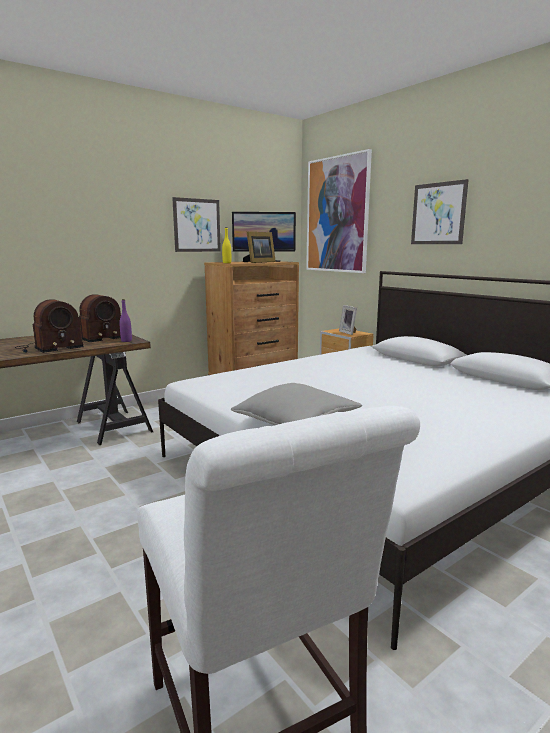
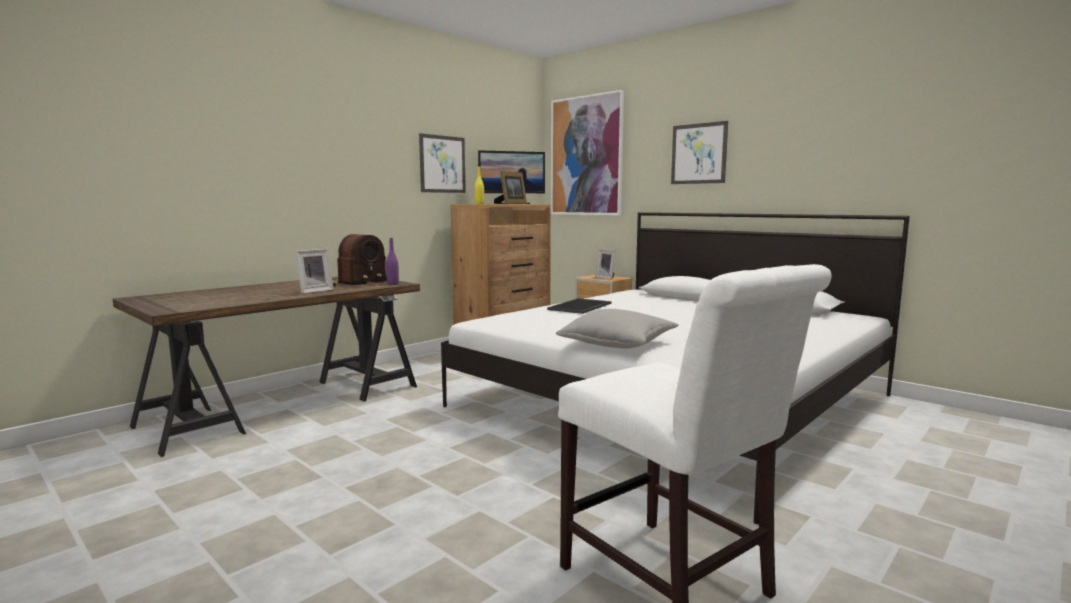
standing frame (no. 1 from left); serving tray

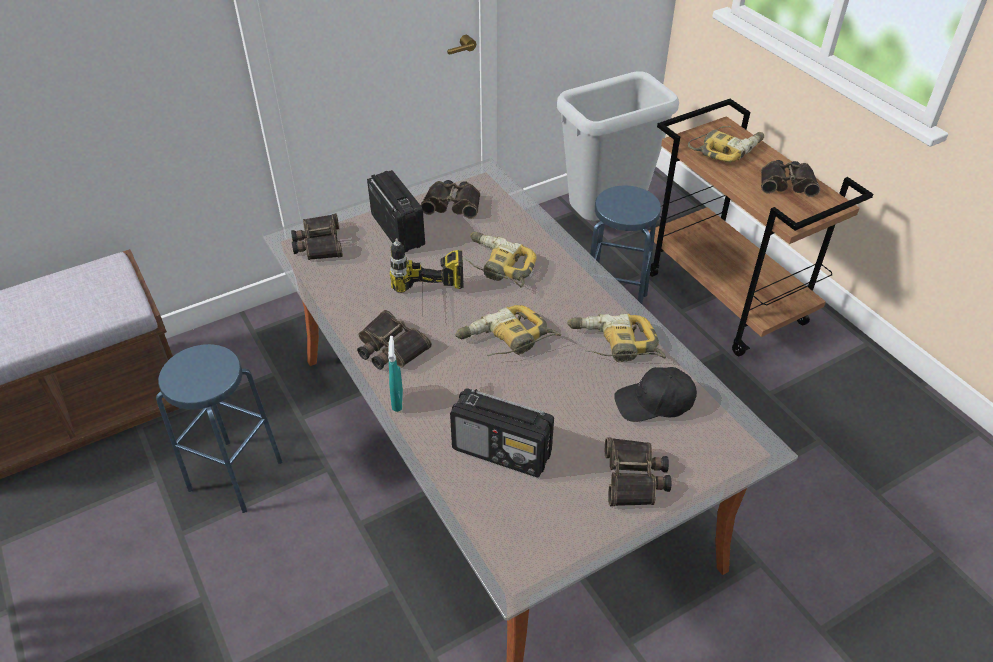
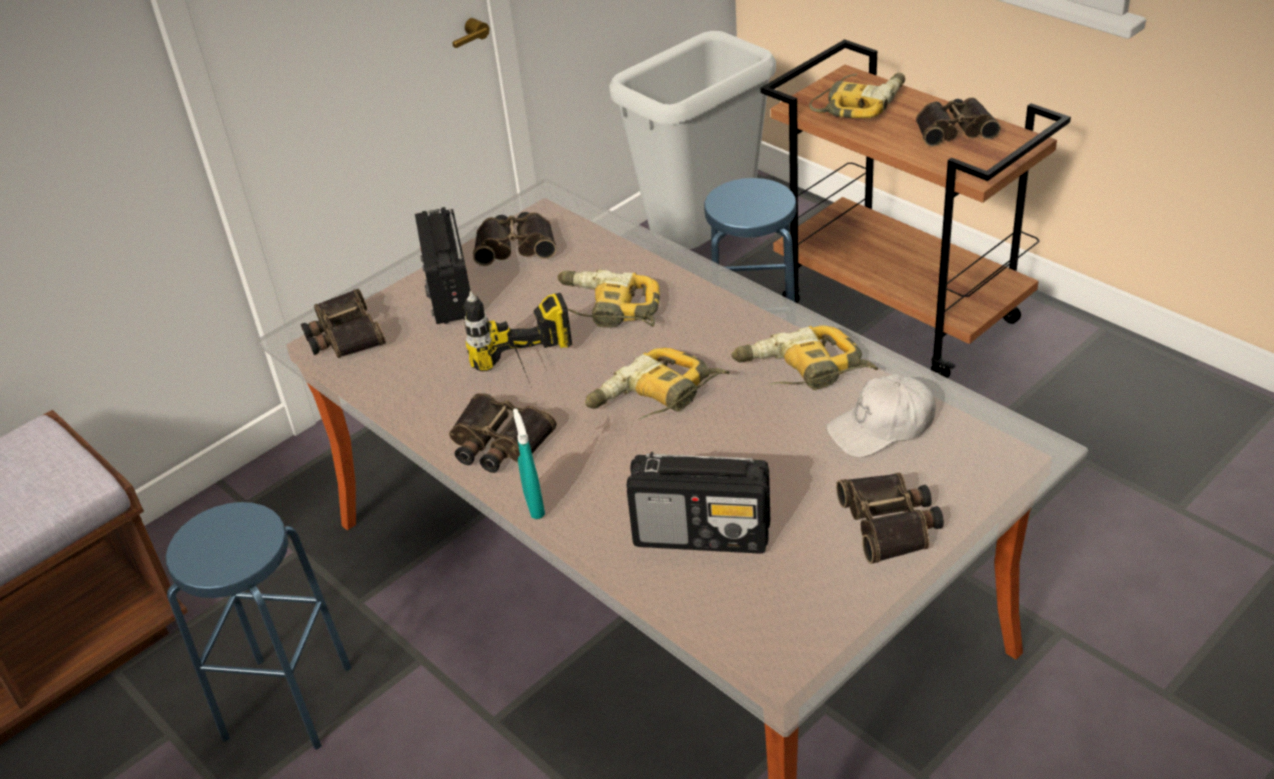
radio (no. 1 from left); cap (whitish)

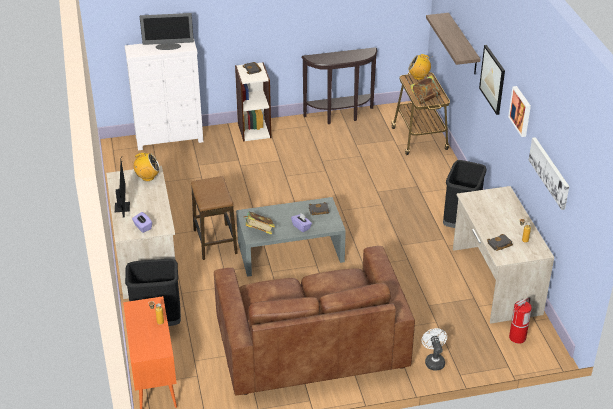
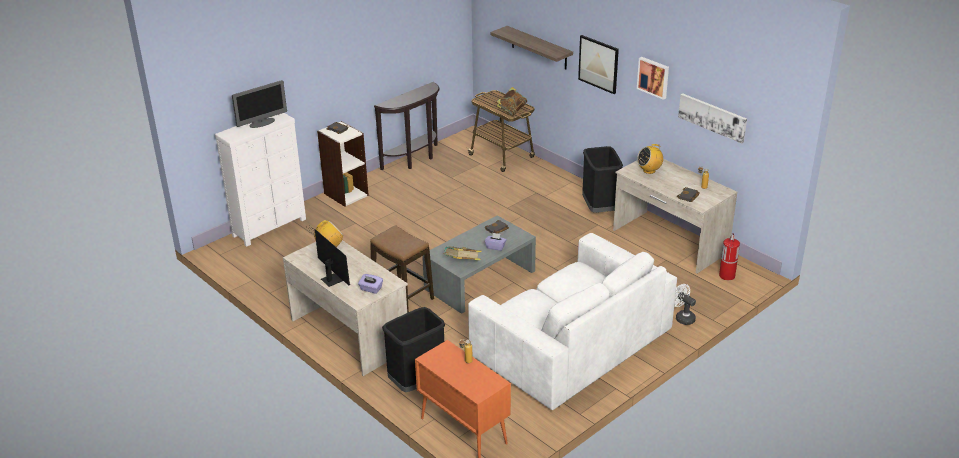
settee (whitish); radio (no. 2 from left)

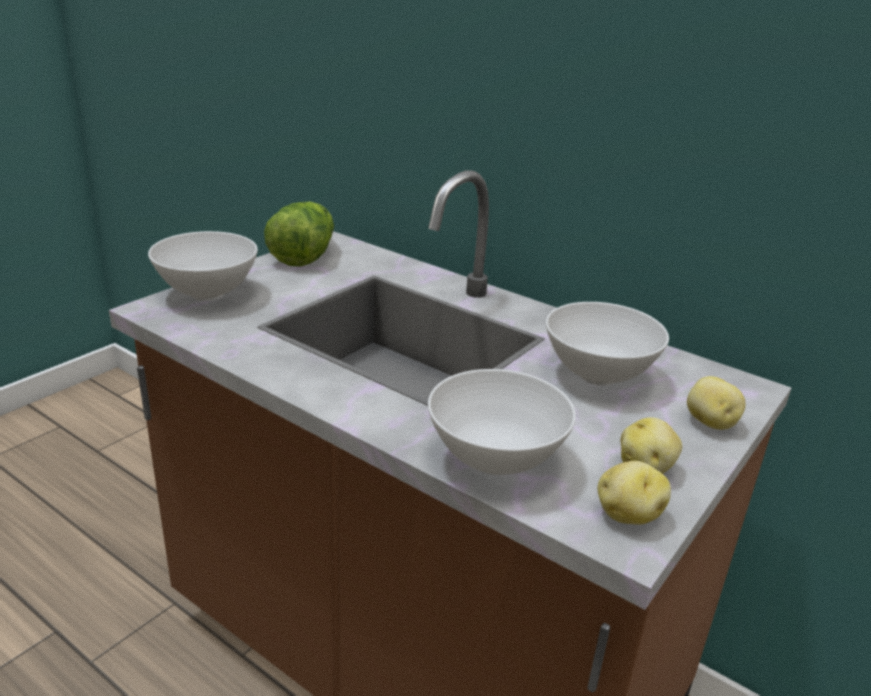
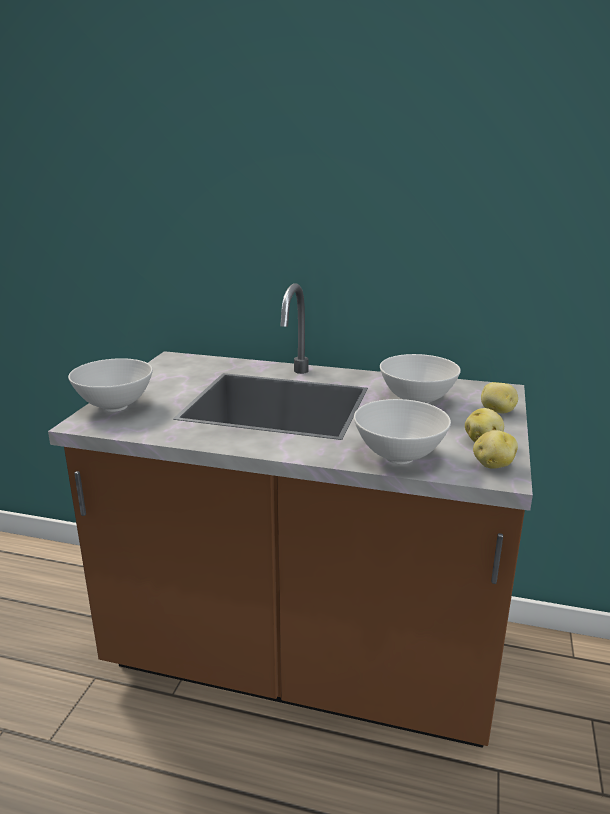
head of lettuce

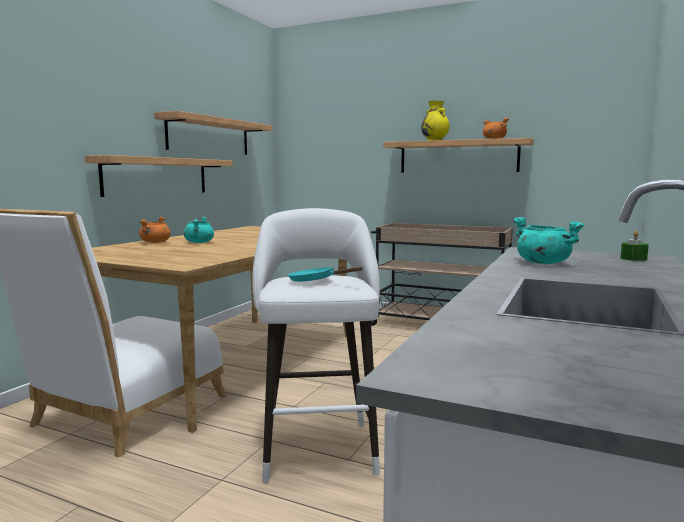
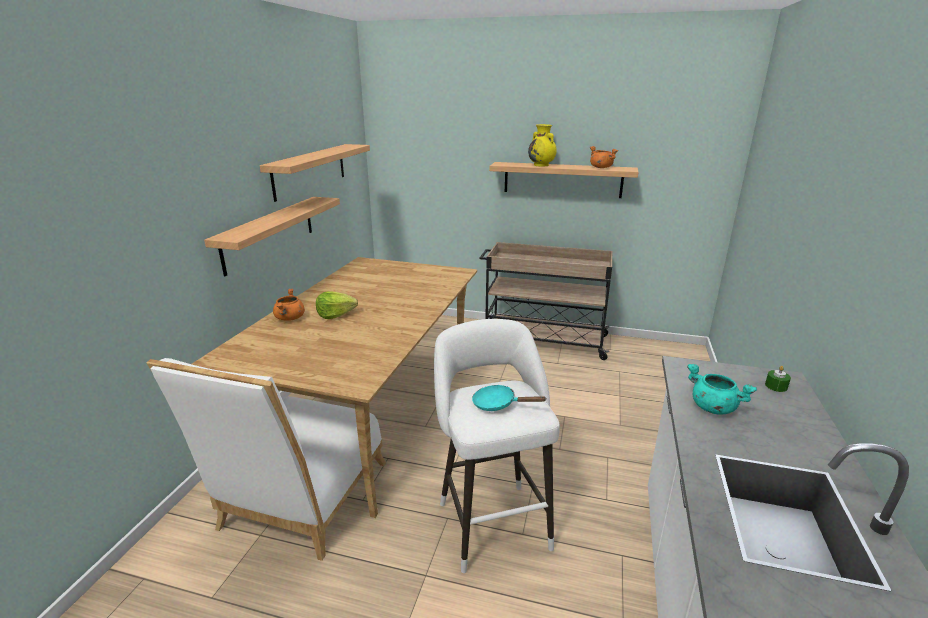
head of lettuce

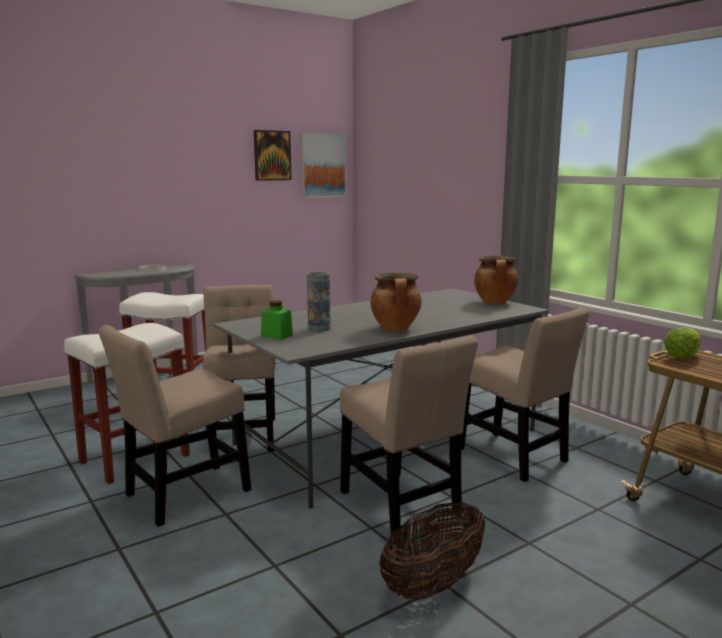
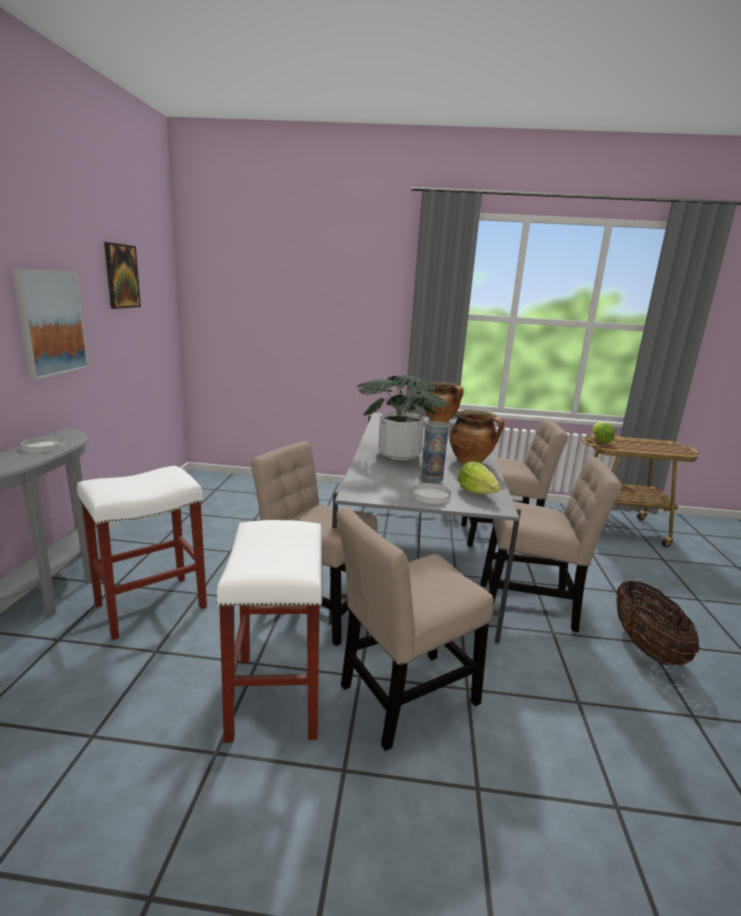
wall picture (no. 1 from left); plain chair (beige) (no. 2 from left); potted plant; flat dish (whitish) (no. 2 from left); head of lettuce (no. 1 from left)

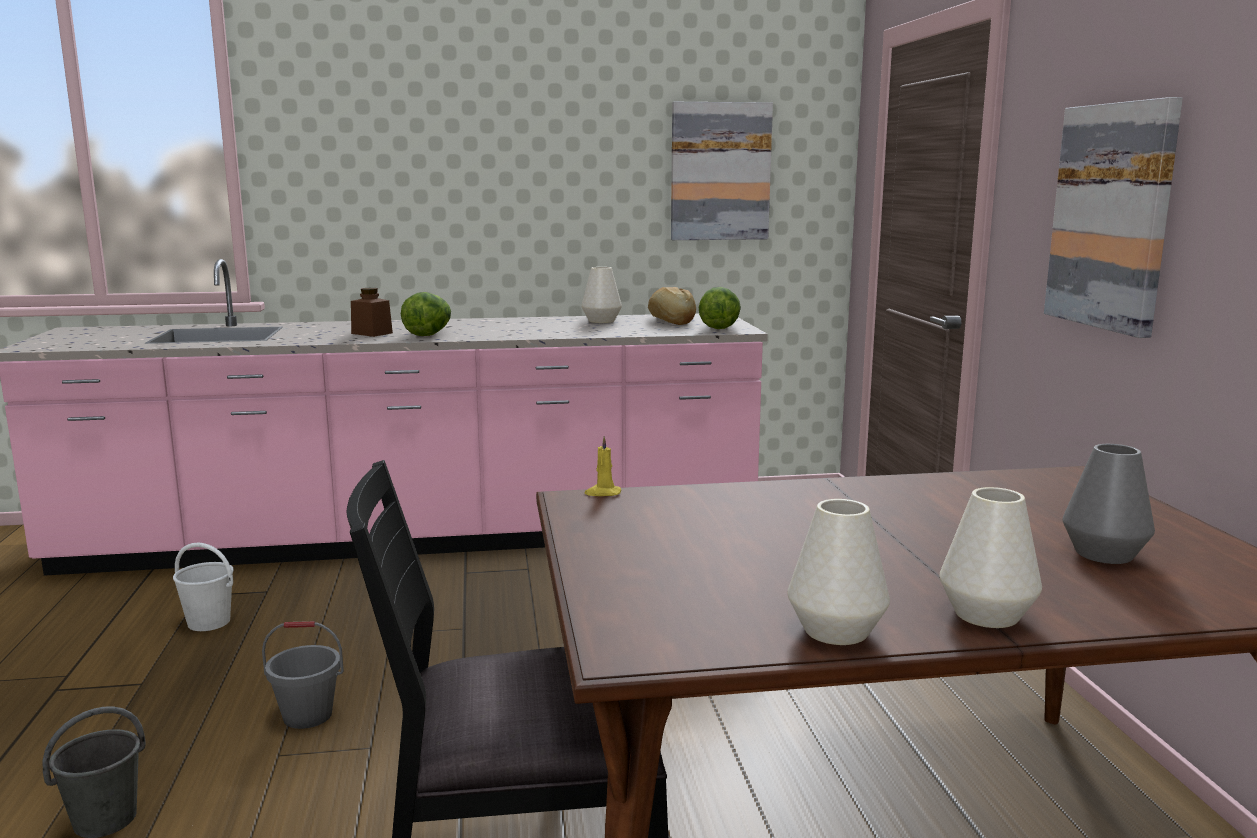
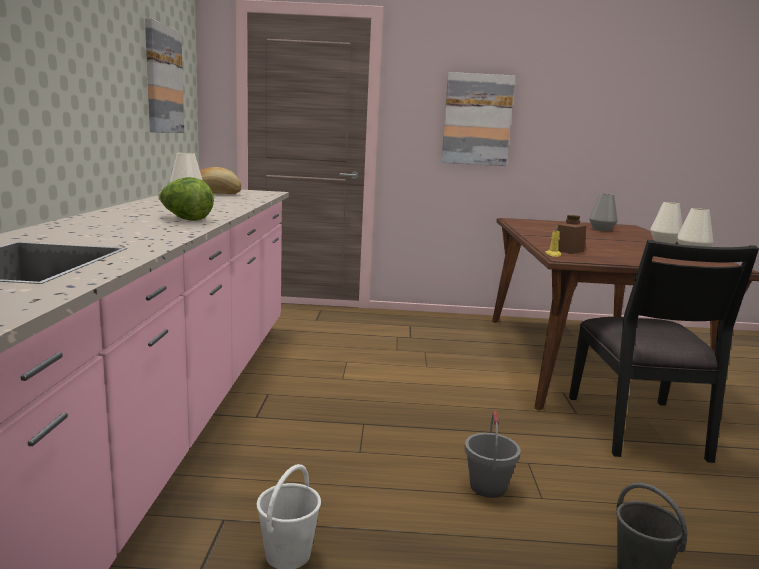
preserve jar (brown); head of lettuce (no. 2 from left in the first image)

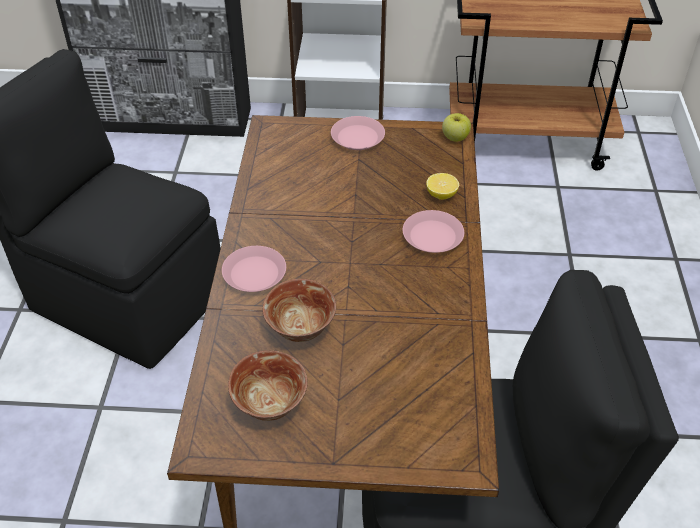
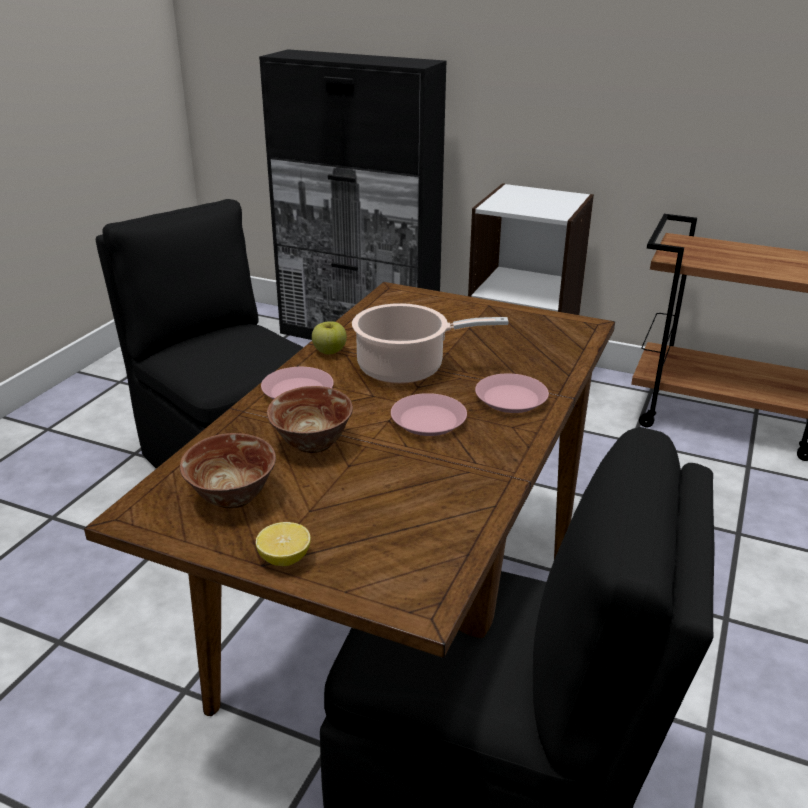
whole lemon; apple; stockpot; flat dish (pinkish) (no. 2 from left)

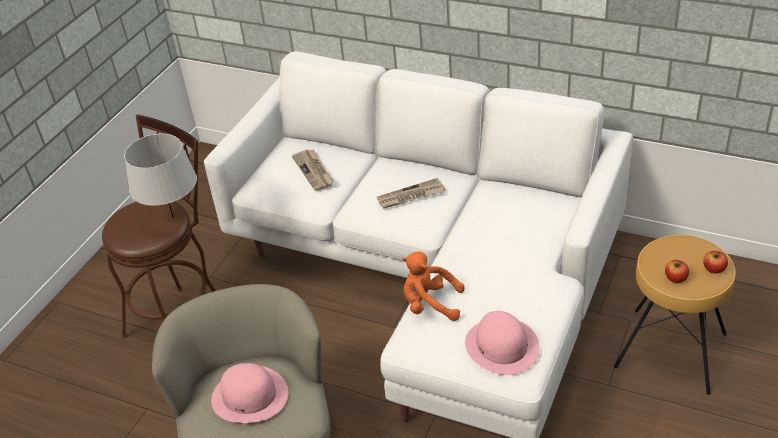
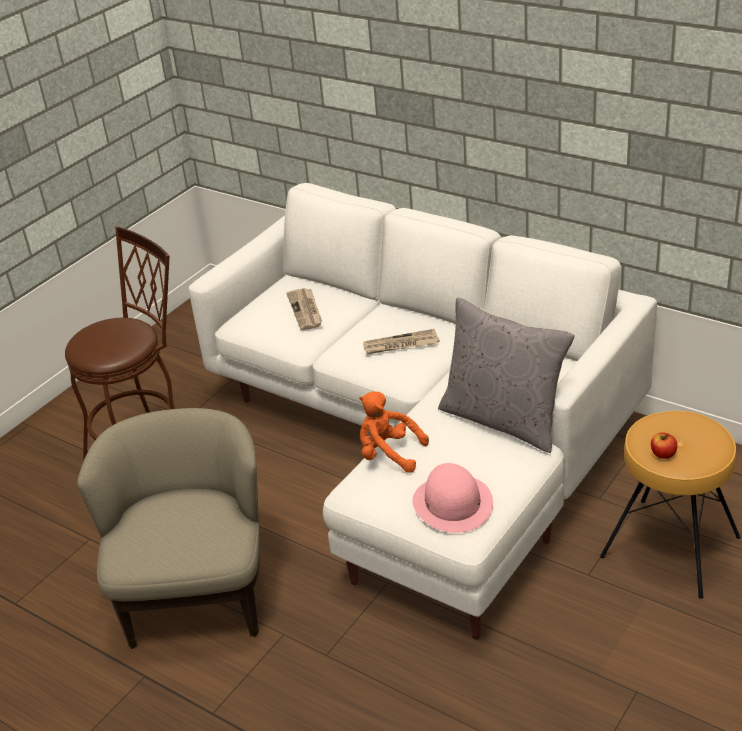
cushion (greyish); tabletop lamp (greyish); hat (pinkish) (no. 1 from left in the first image); apple (no. 2 from left in the first image)

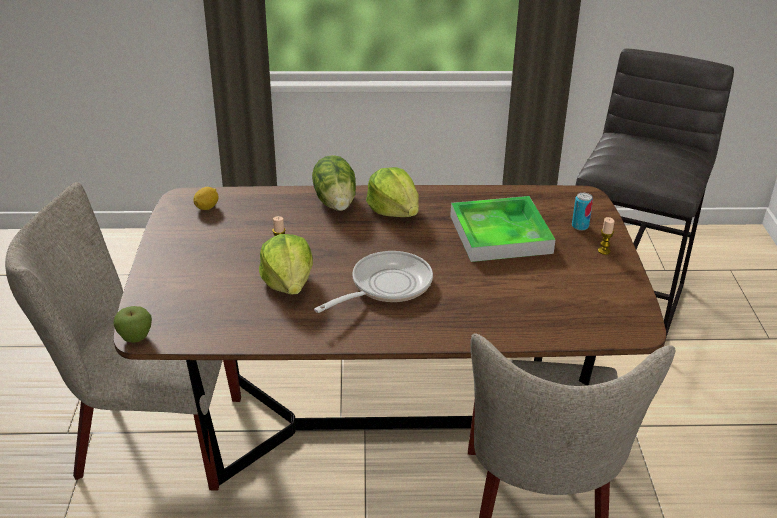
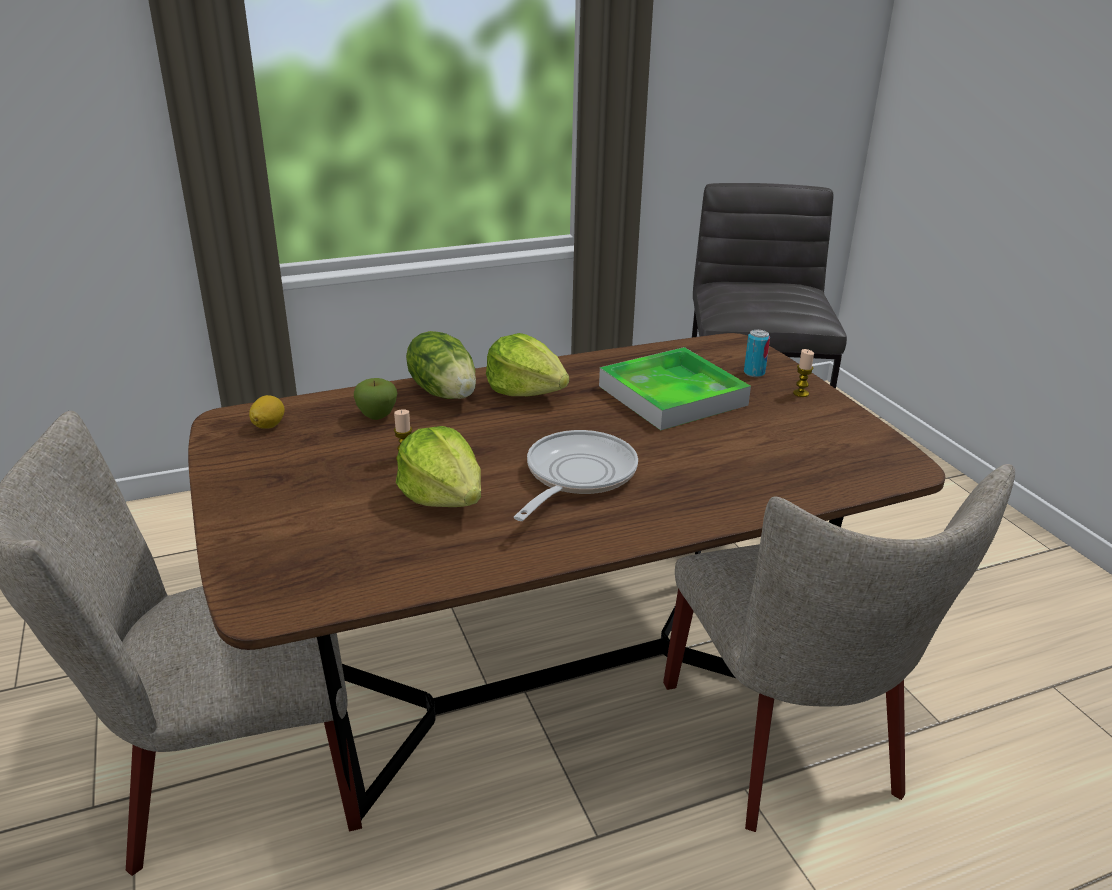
apple

